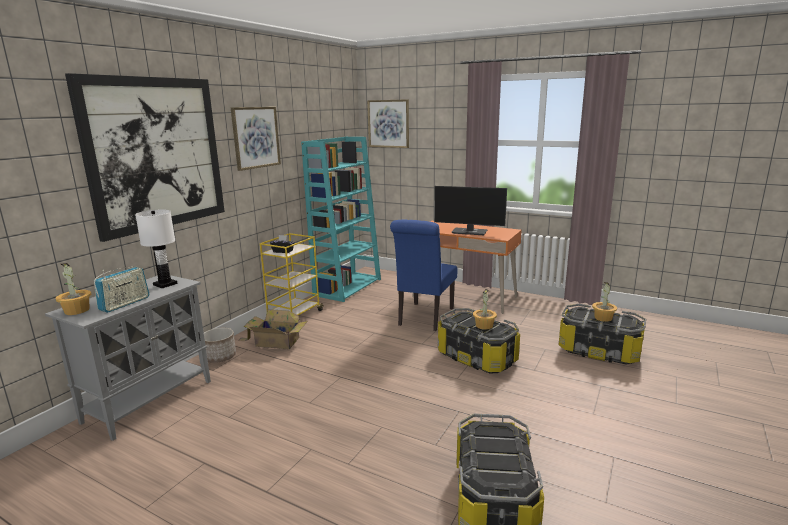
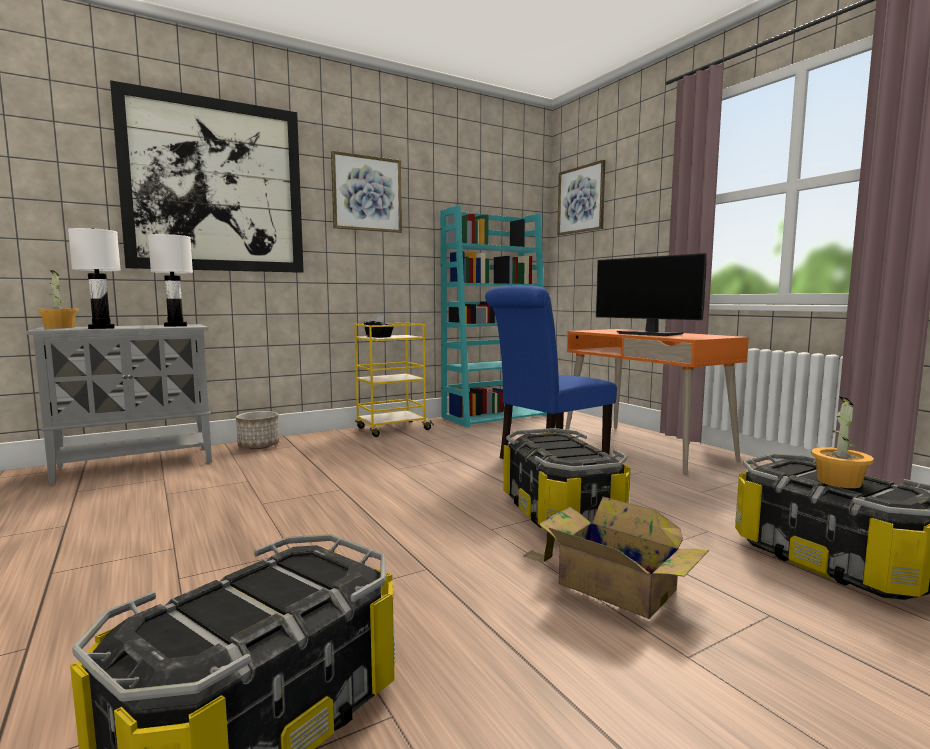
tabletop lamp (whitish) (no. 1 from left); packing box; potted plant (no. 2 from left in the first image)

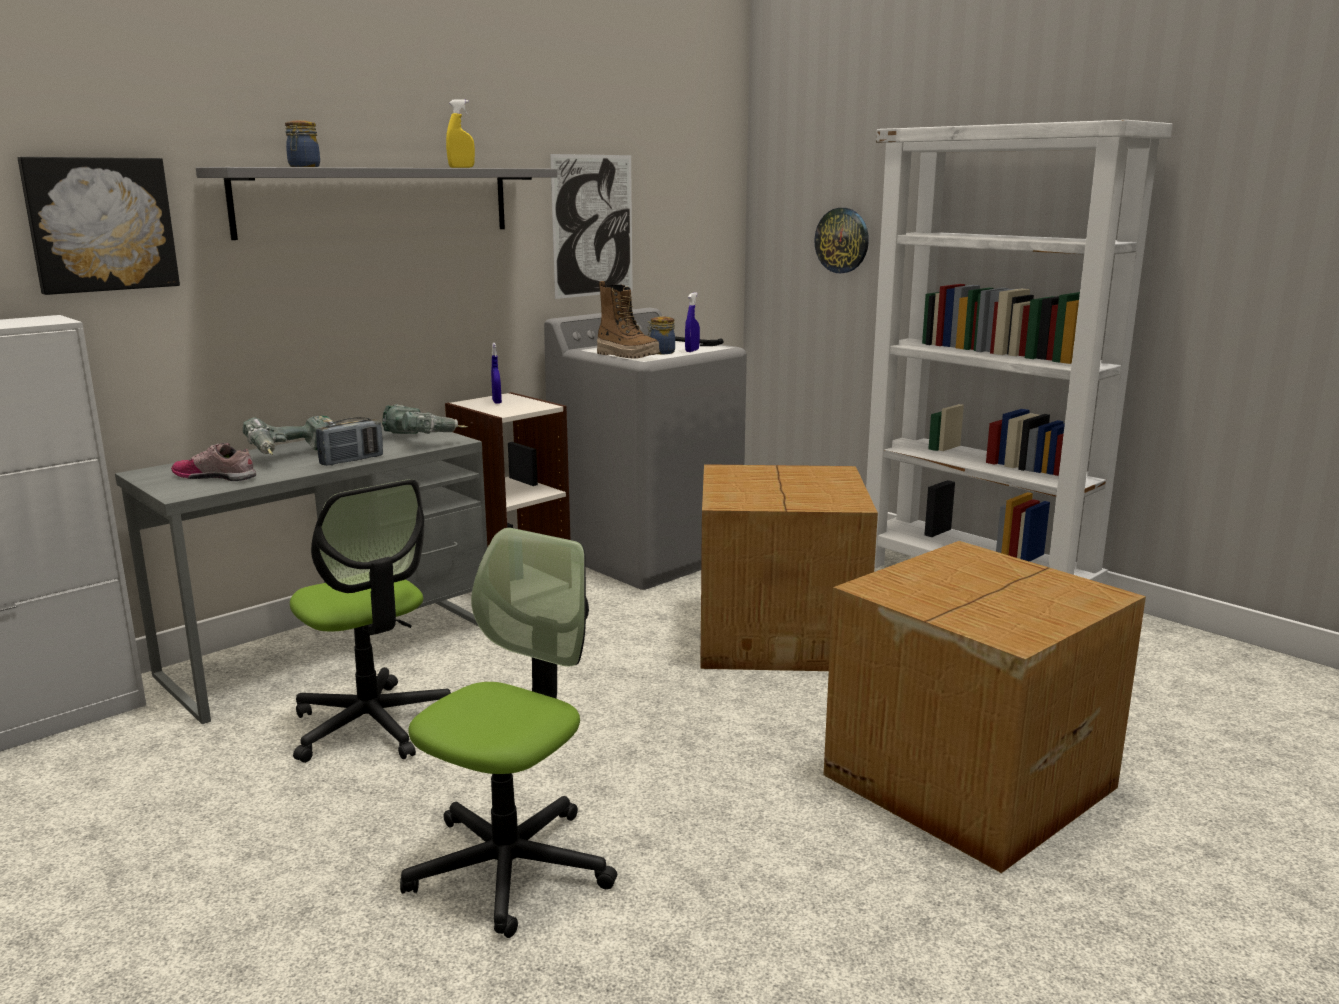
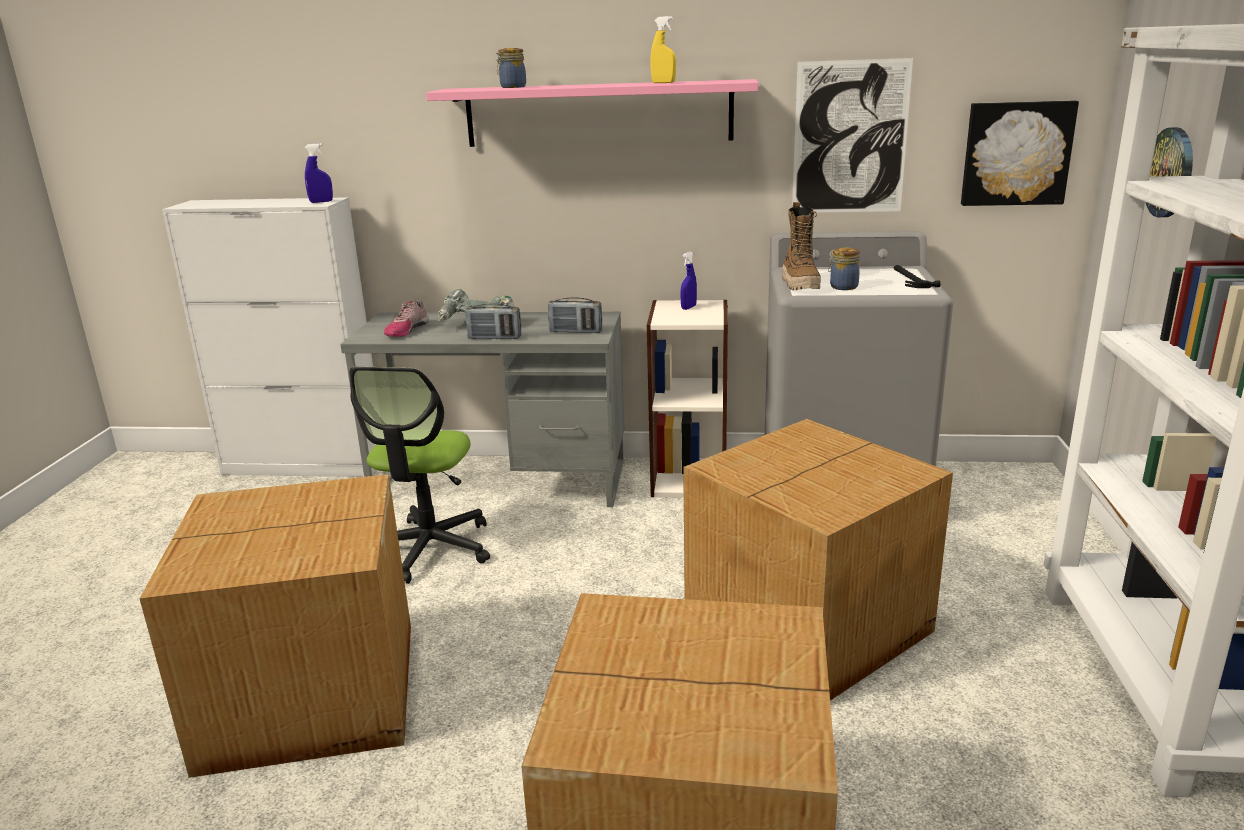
packing box (no. 1 from left); spray bottle (blue-coloured) (no. 1 from left); item of footwear; shelf (pinkish); radio (no. 2 from left); wall picture (no. 2 from left)

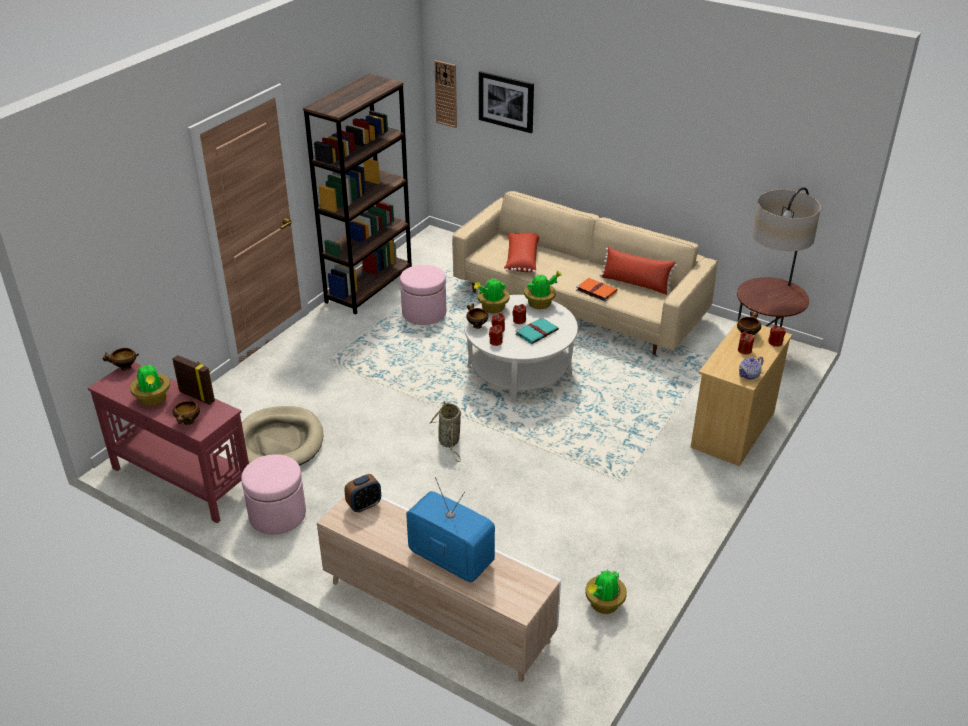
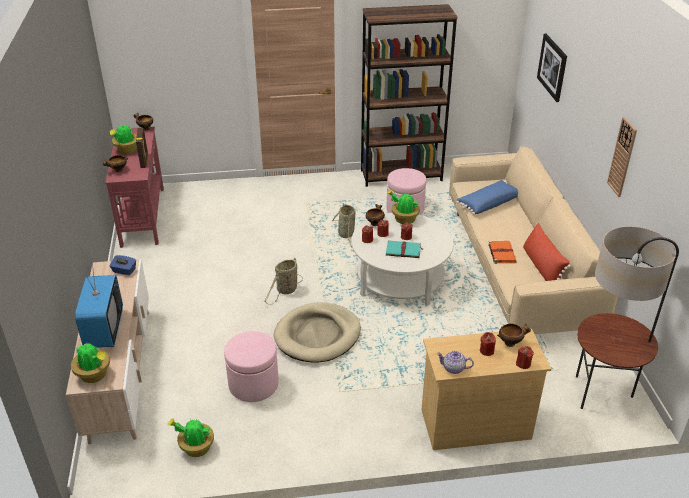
potted plant (no. 1 from left); box of tissues (blue-coloured); footrest (pinkish) (no. 1 from left); dog cushion (beige); household basket (no. 2 from left); cushion (blue-coloured); hanging clock

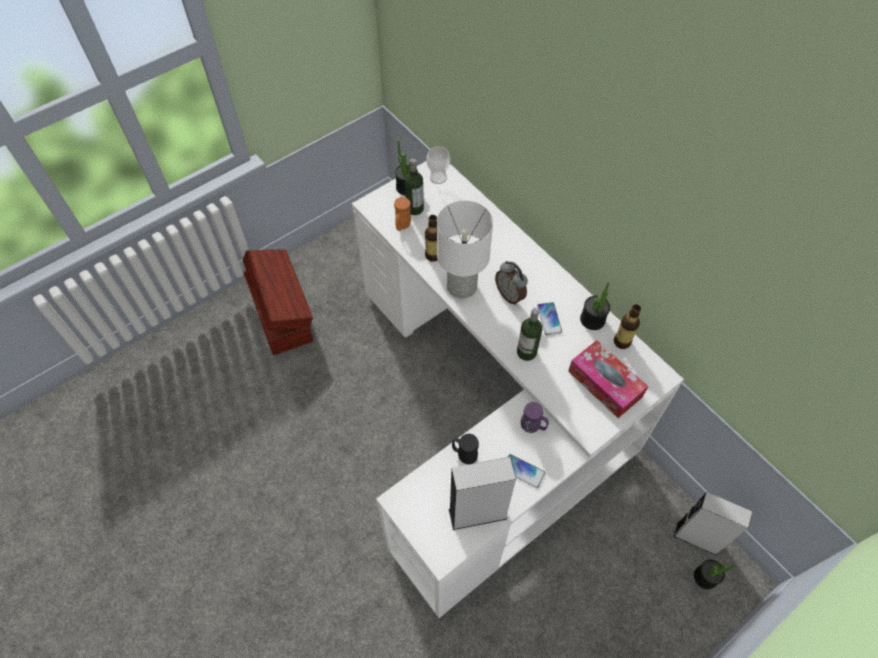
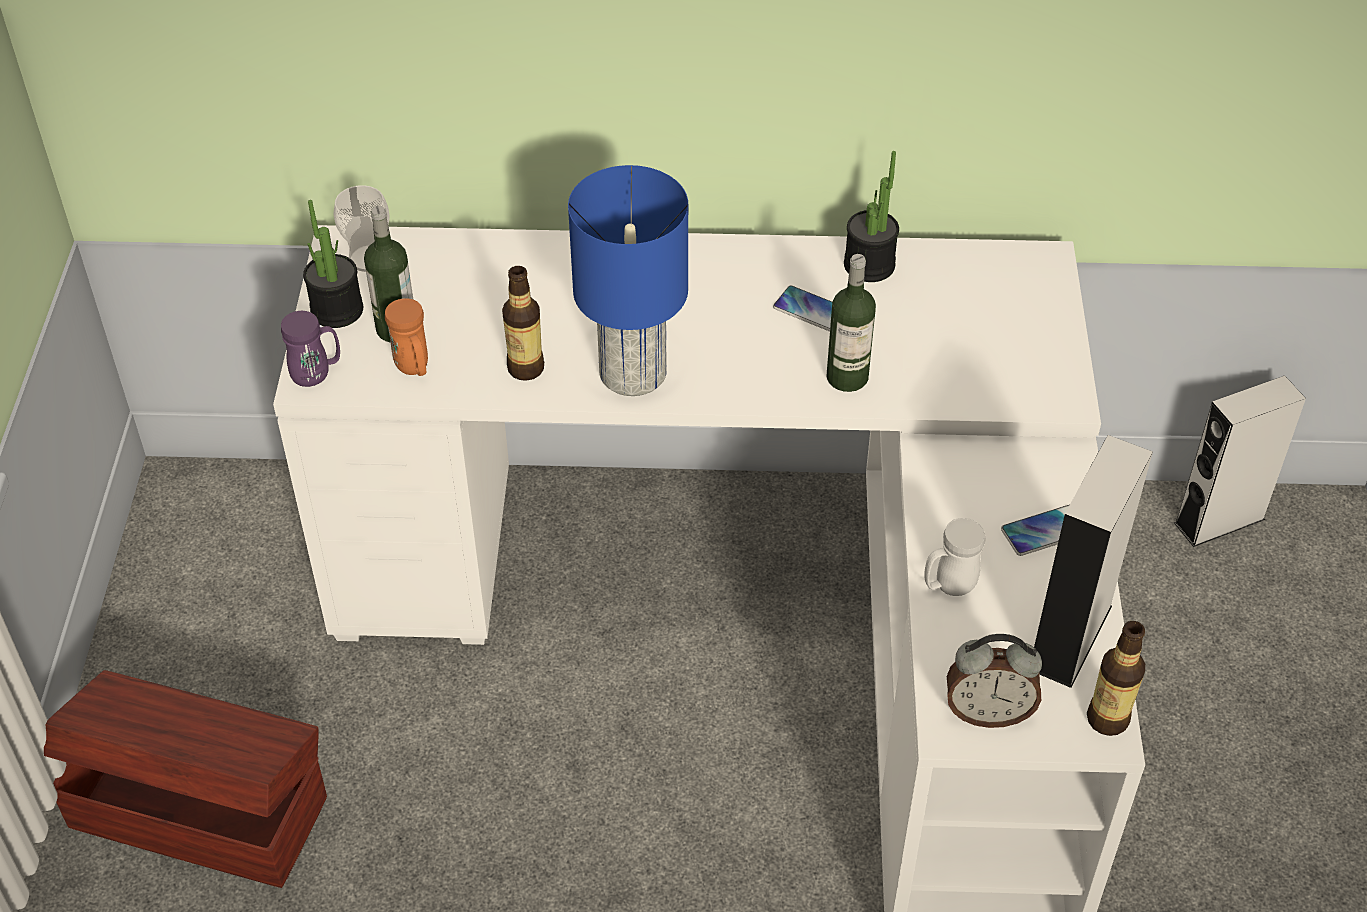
mug (purple); tabletop lamp (blue-coloured); mug (whitish); alarm clock; drink bottle (no. 4 from left); box of tissues; potted plant (no. 3 from left in the first image)

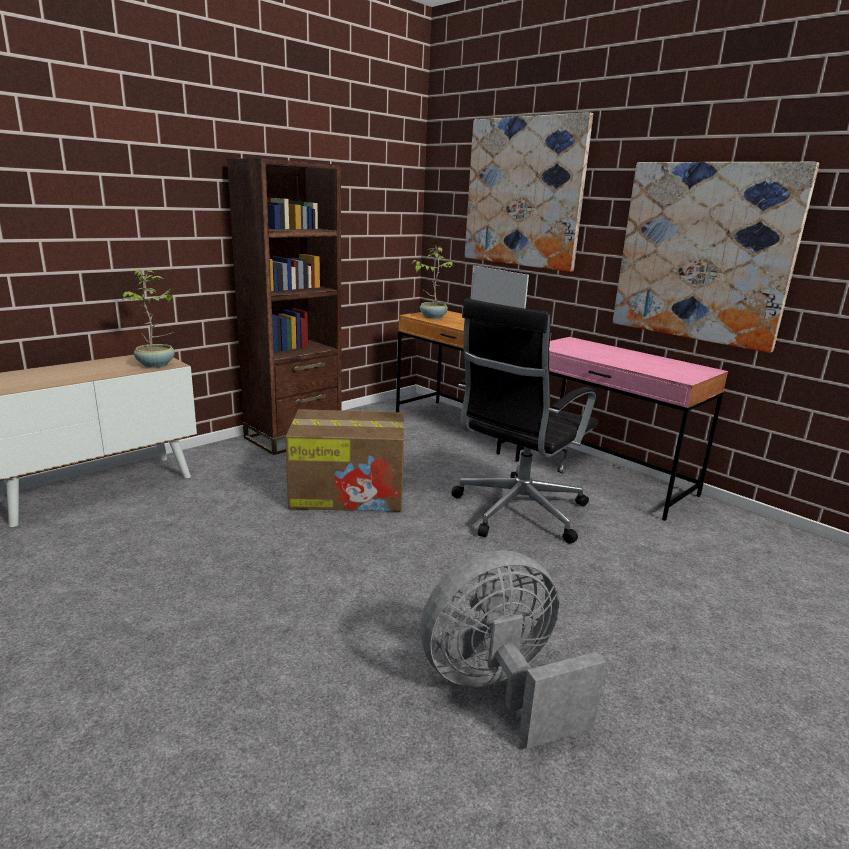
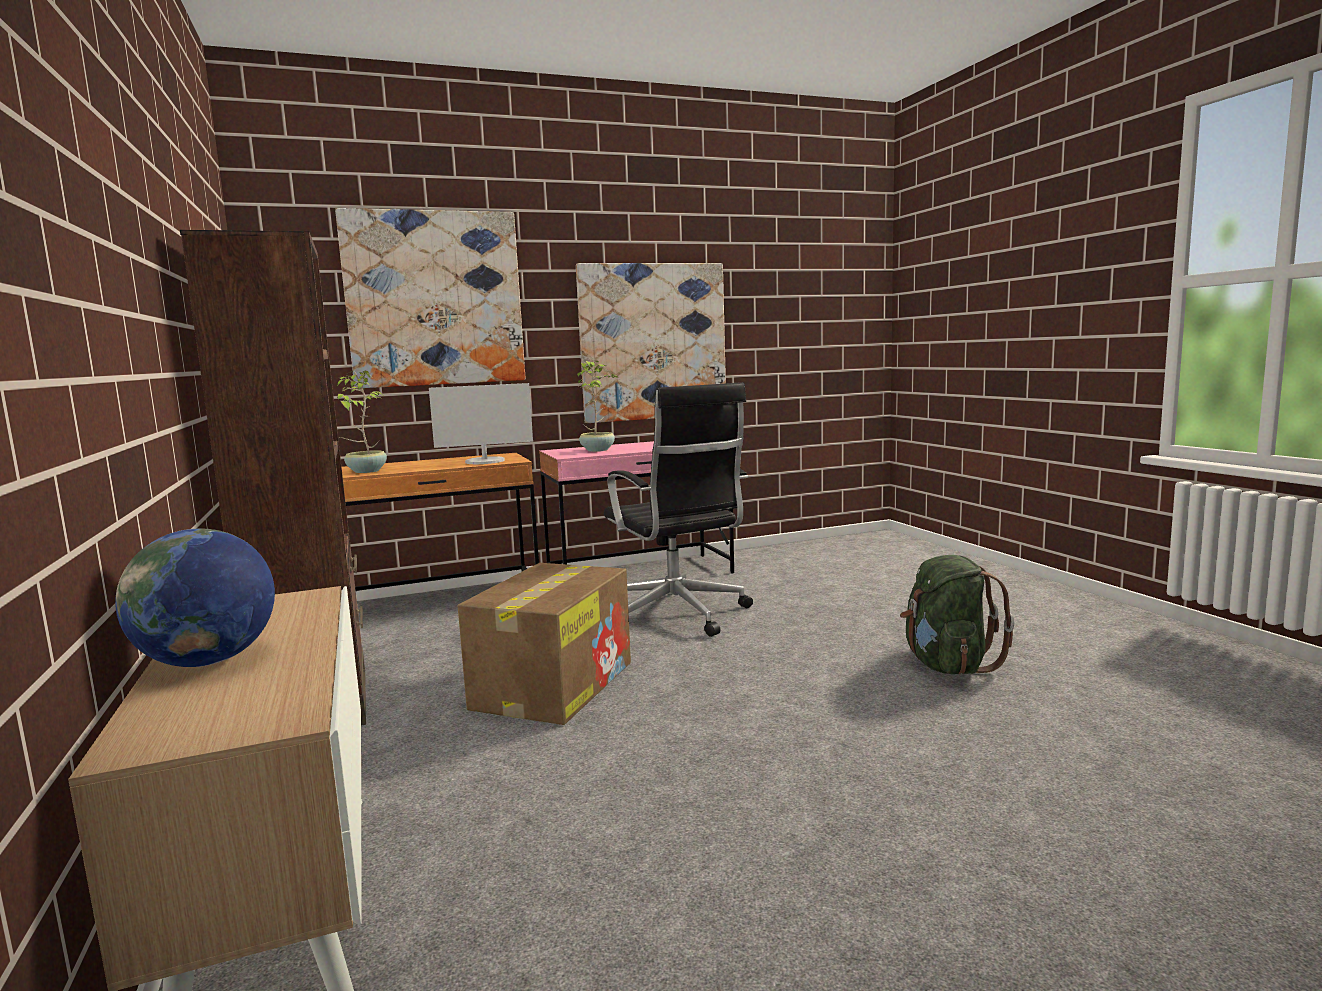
globe; potted plant (no. 2 from left); knapsack (green)

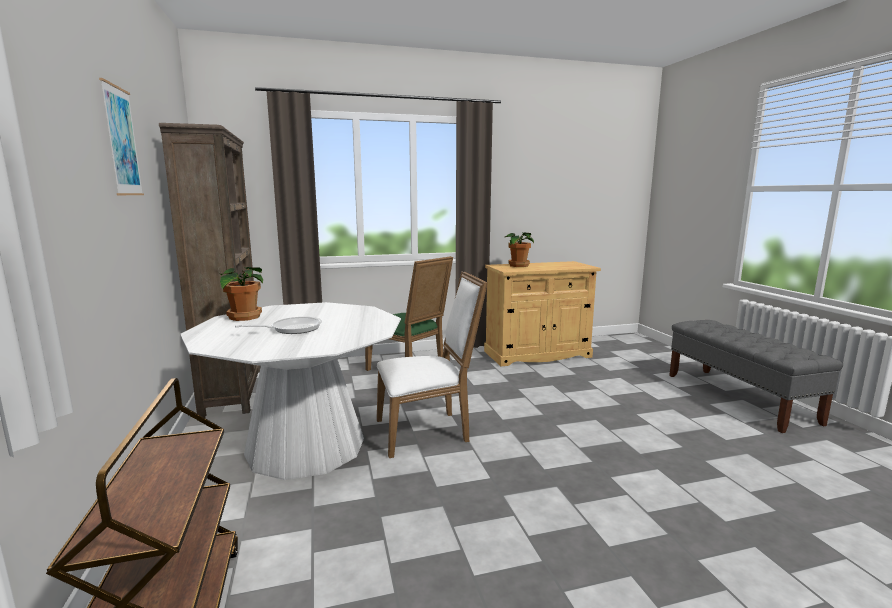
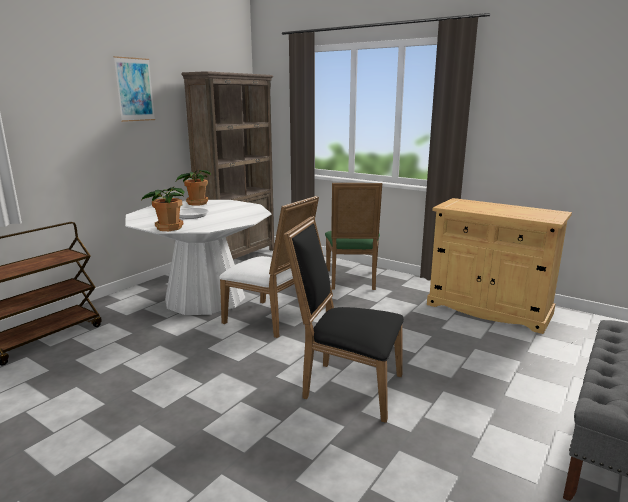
potted plant (no. 1 from left); plain chair (black)

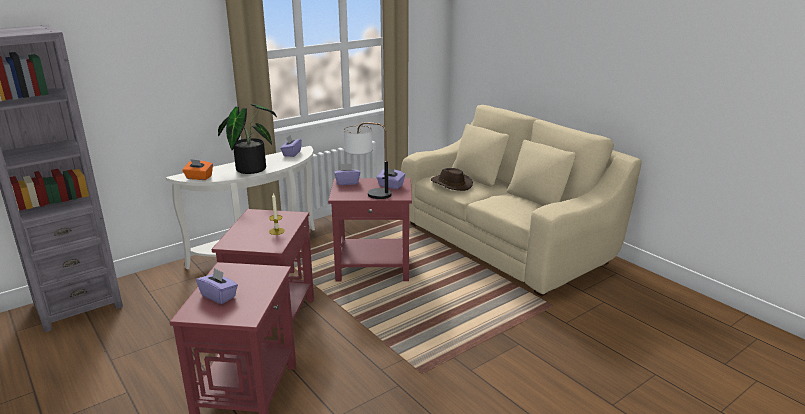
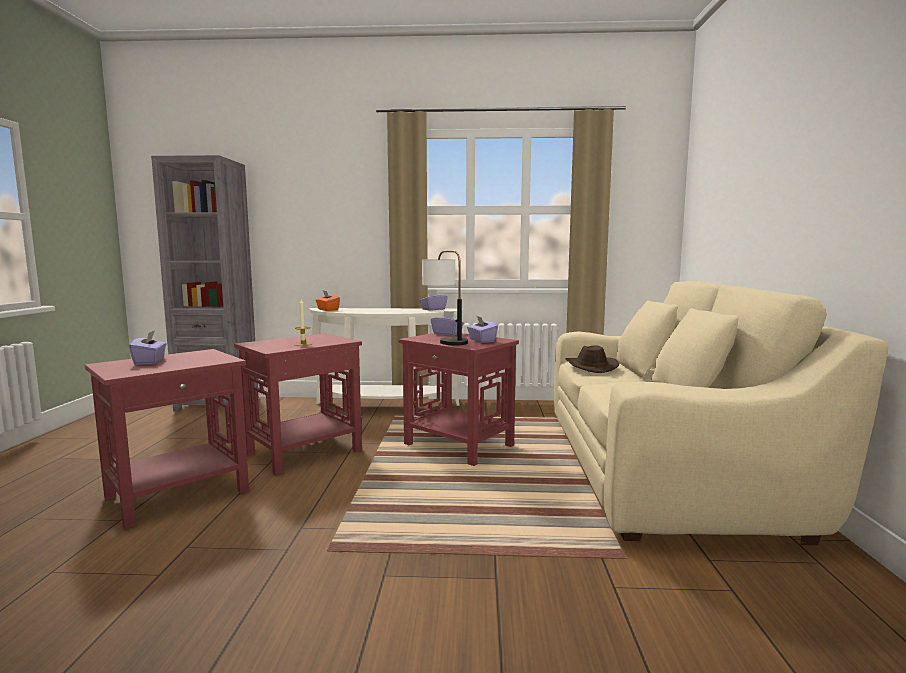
potted plant

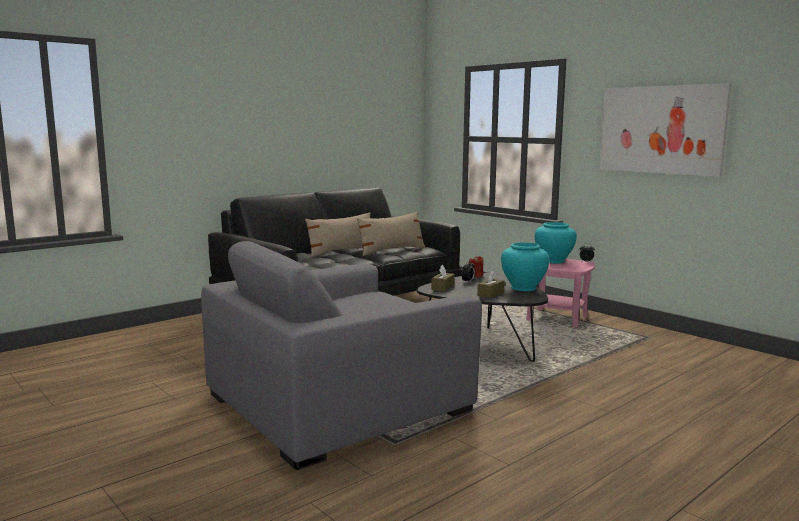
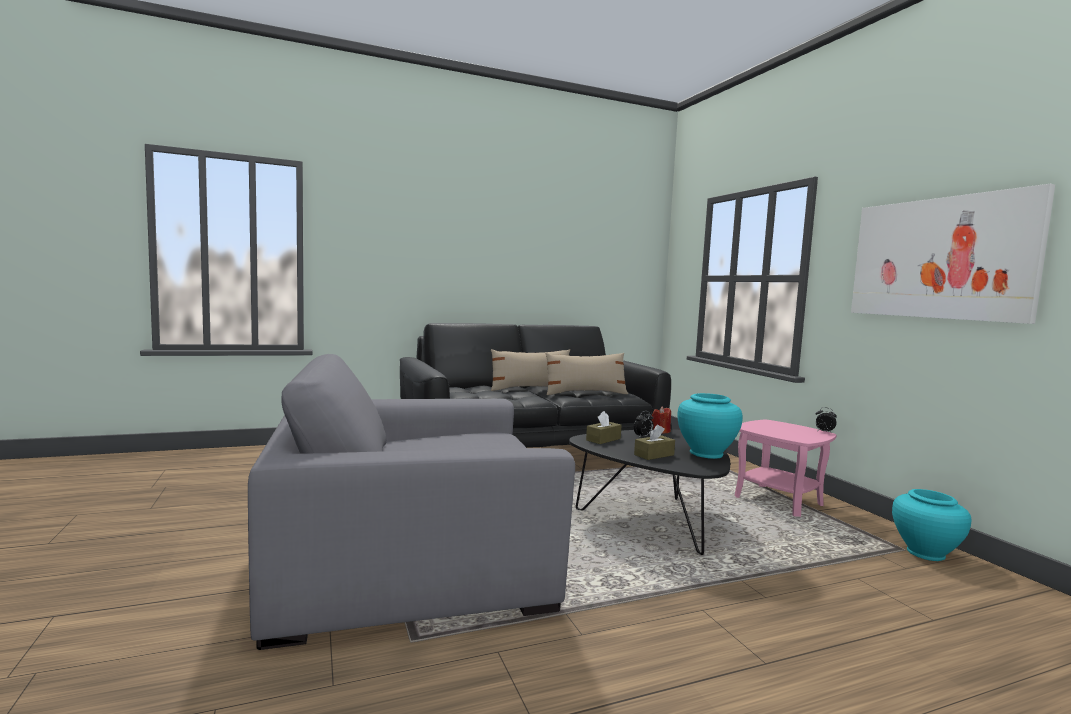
vase (turquoise) (no. 2 from left)

